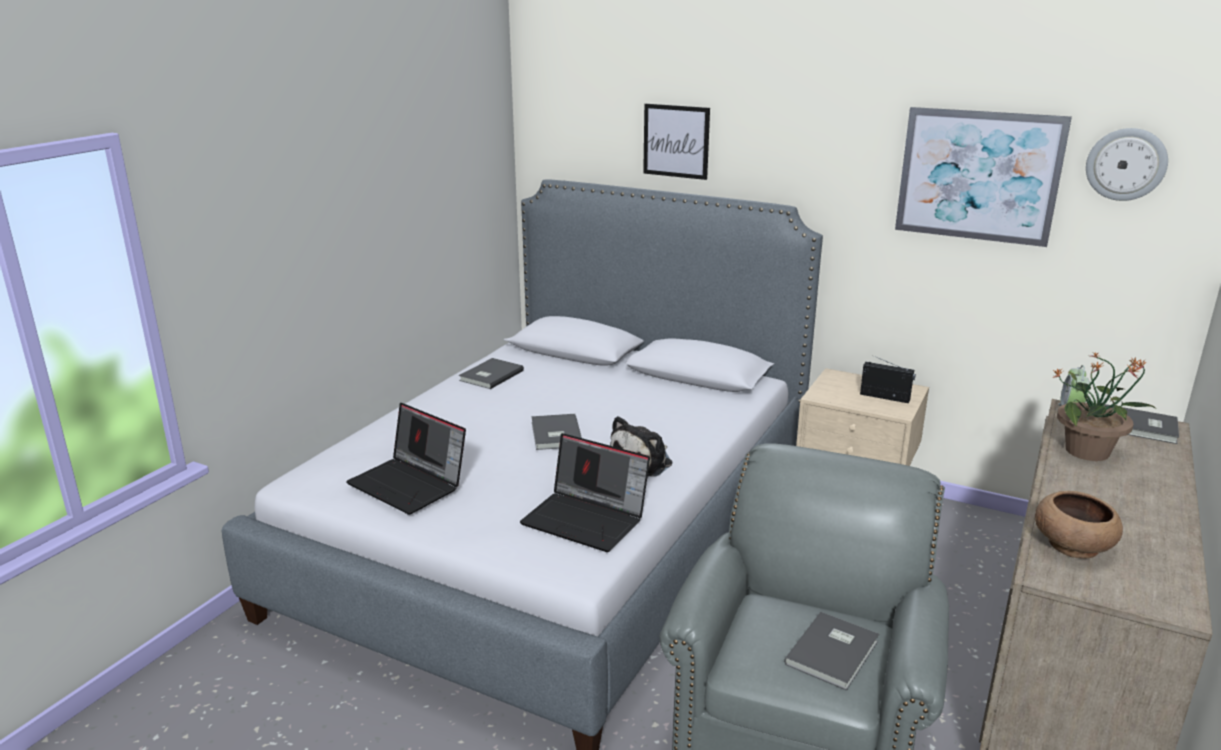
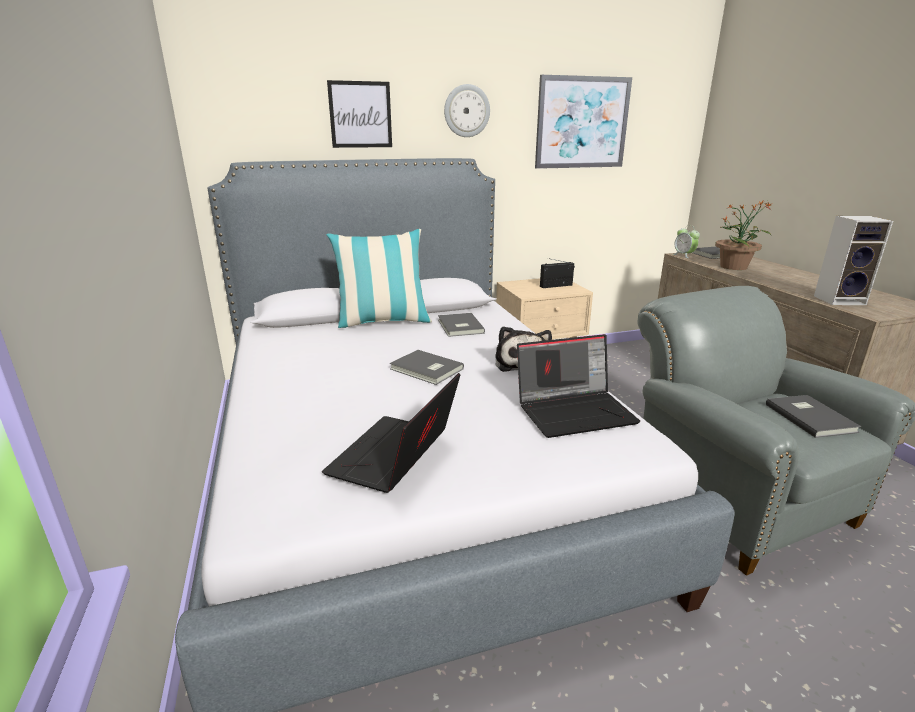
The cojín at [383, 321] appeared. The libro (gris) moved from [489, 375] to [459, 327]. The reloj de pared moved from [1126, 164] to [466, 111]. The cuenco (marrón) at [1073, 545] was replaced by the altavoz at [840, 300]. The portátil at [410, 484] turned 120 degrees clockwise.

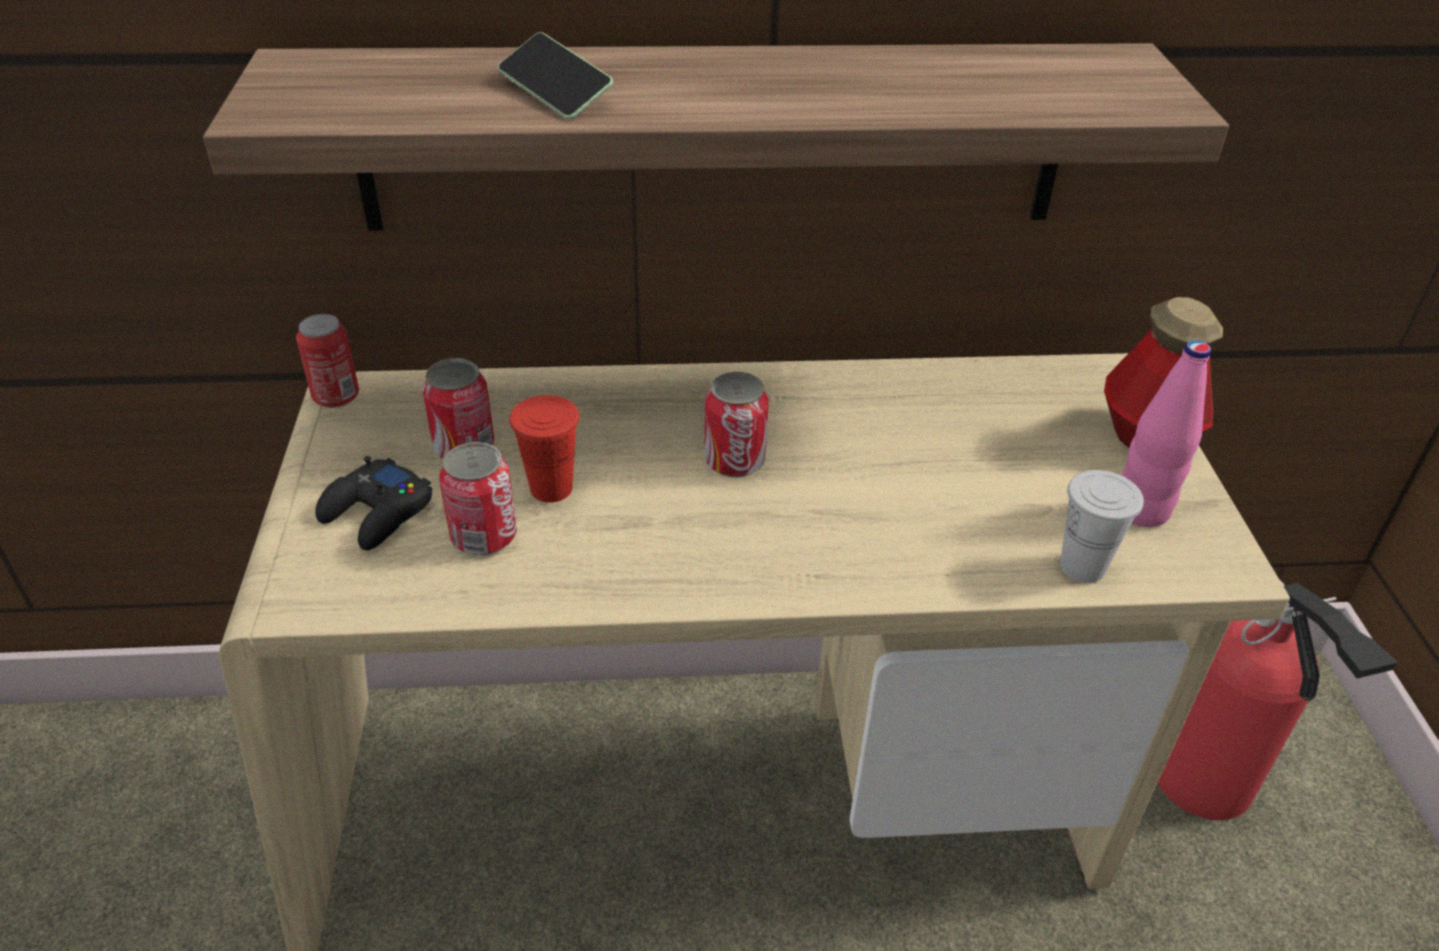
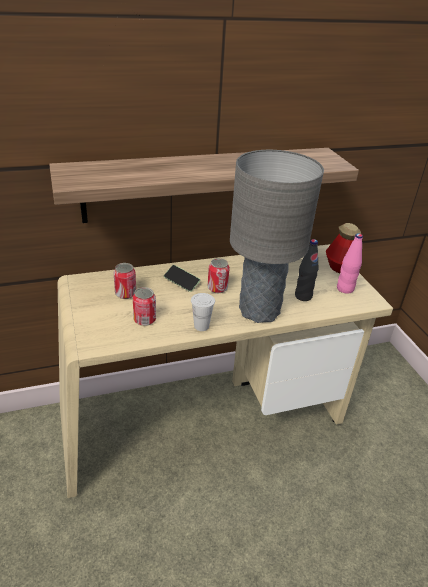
The lata at [336, 396] disappeared. The mando de consola (negro) at [377, 513] disappeared. The taza (rojo) at [551, 488] disappeared. The extintor at [1209, 788] disappeared. The lámpara de mesa (gris) at [258, 310] appeared. The botella (negro) at [303, 296] appeared. The móvil moved from [555, 93] to [181, 282]. The taza (blanco) moved from [1082, 567] to [201, 326].

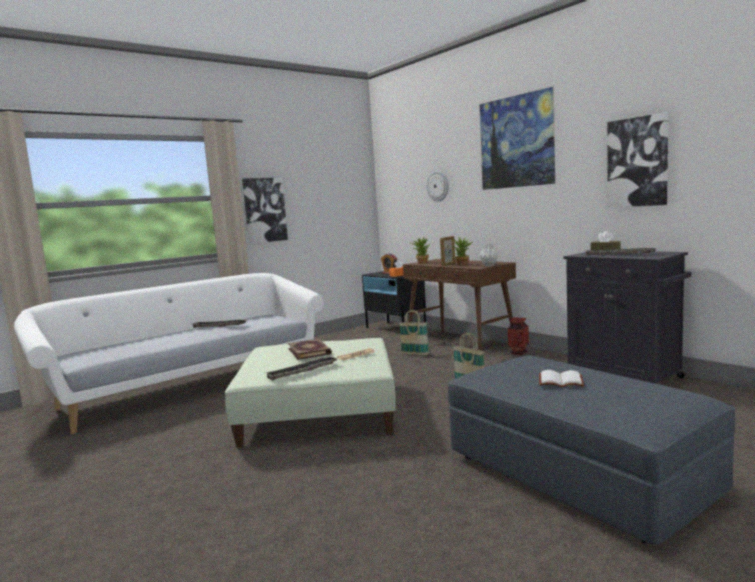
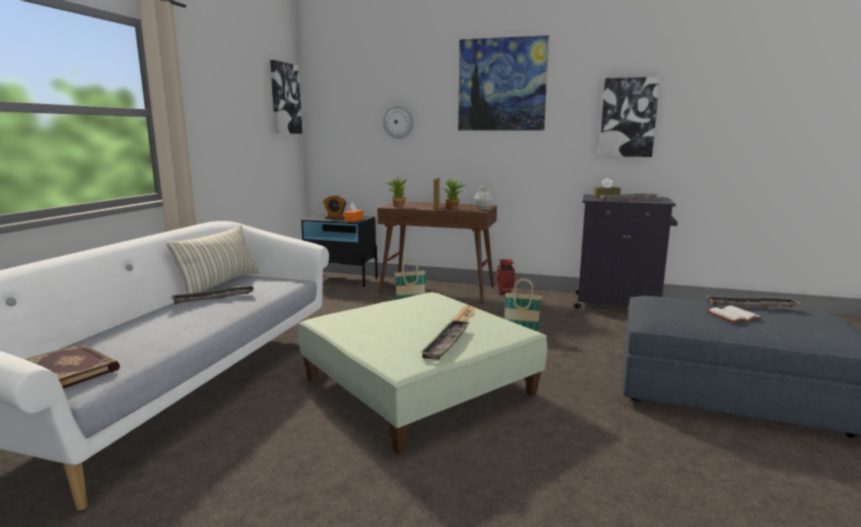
The cojín at [220, 284] appeared. The bandeja at [750, 306] appeared. The cuadro moved from [264, 210] to [285, 98]. The libro moved from [310, 351] to [73, 369].

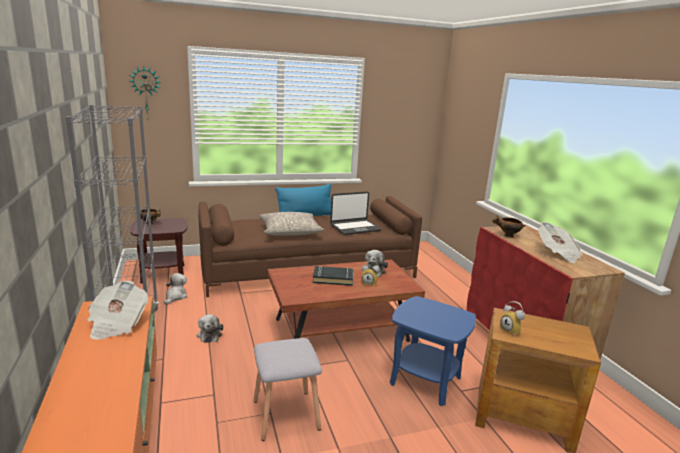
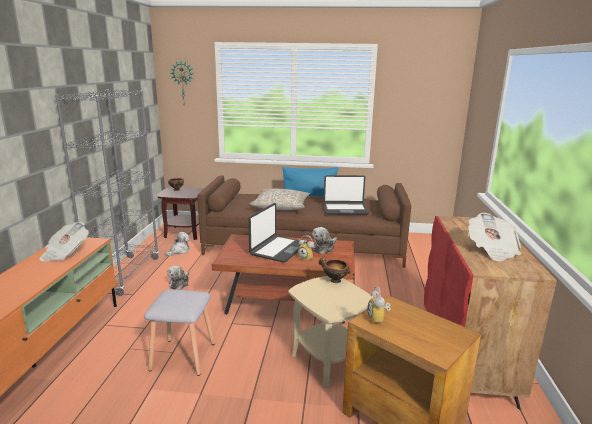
The cuenco moved from [507, 236] to [334, 280]. The libro (negro) at [333, 278] was replaced by the portátil at [278, 249]. The mesa auxiliar (azul) at [425, 380] became the mesa auxiliar (beis) at [329, 360].

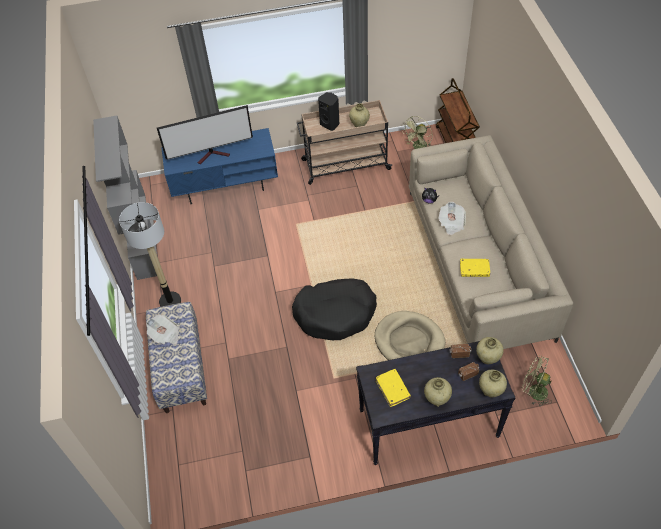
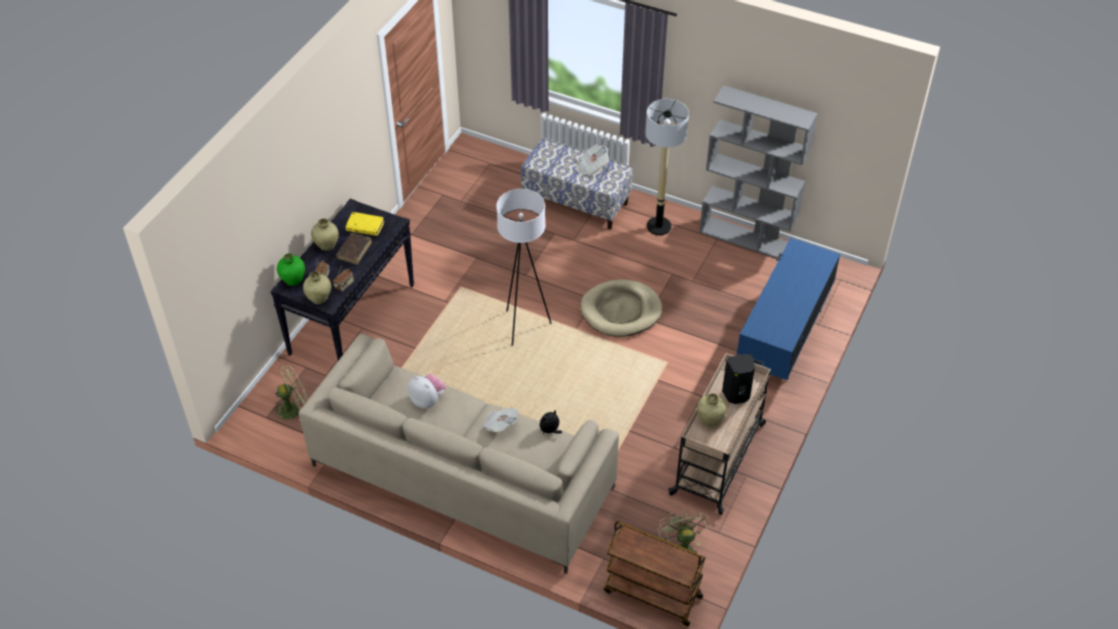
The televisor at [213, 155] disappeared. The libro (marrón) at [354, 251] appeared. The cama para perro (beis) moved from [409, 341] to [621, 311]. The cama para perro (negro) at [335, 313] was replaced by the lámpara de pie (blanco) at [524, 326]. The libro (amarillo) at [474, 270] was replaced by the peluche at [427, 400]. The florero (beis) at [490, 391] became the florero (verde) at [293, 280].

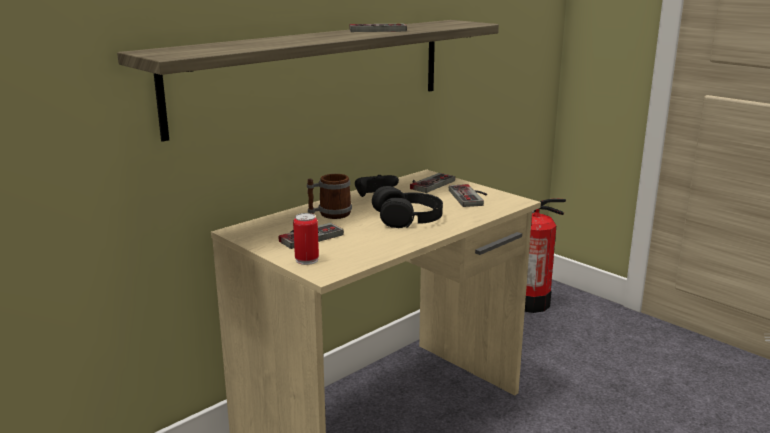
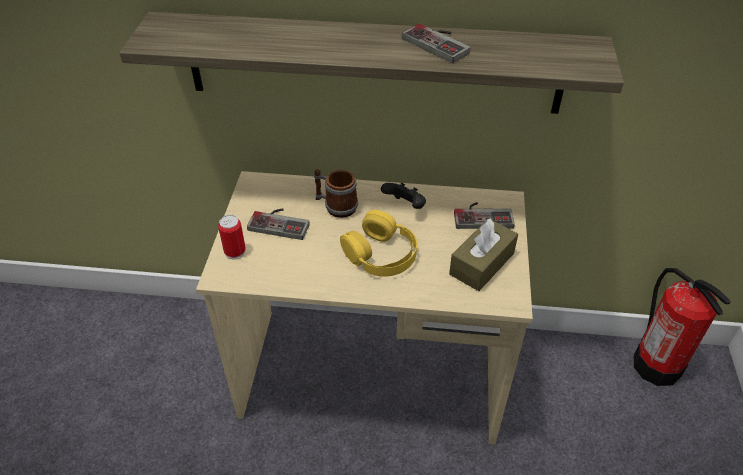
The mando de consola at [471, 197] was replaced by the caja de pañuelos (marrón) at [482, 264]. The auriculares (negro) at [408, 218] became the auriculares (amarillo) at [381, 254].

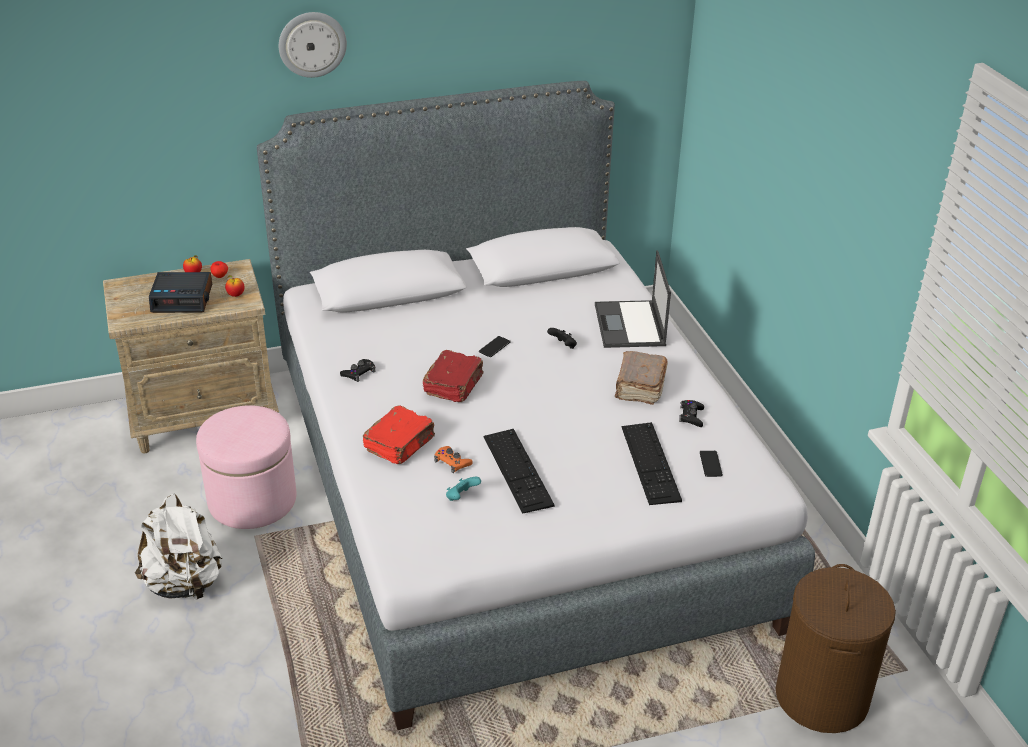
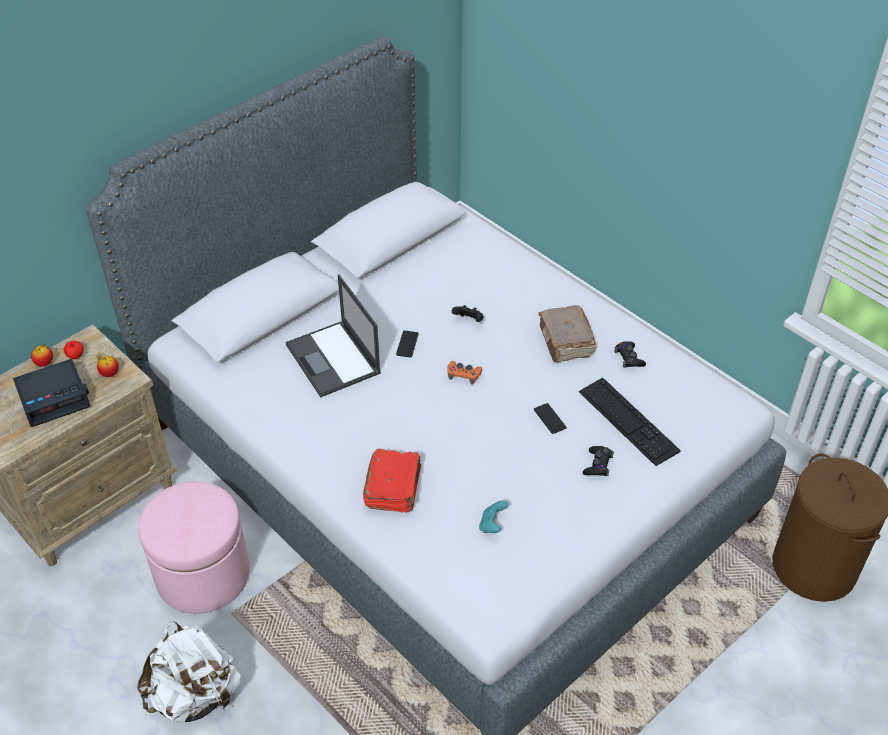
The reloj de pared at [312, 44] disappeared. The libro (rojo) at [454, 385] disappeared. The teclado at [517, 470] disappeared. The mando de consola (negro) moved from [358, 373] to [598, 464]. The mando de consola (naranja) moved from [452, 462] to [463, 374]. The portátil moved from [630, 325] to [334, 359]. The móvil moved from [710, 464] to [550, 419].

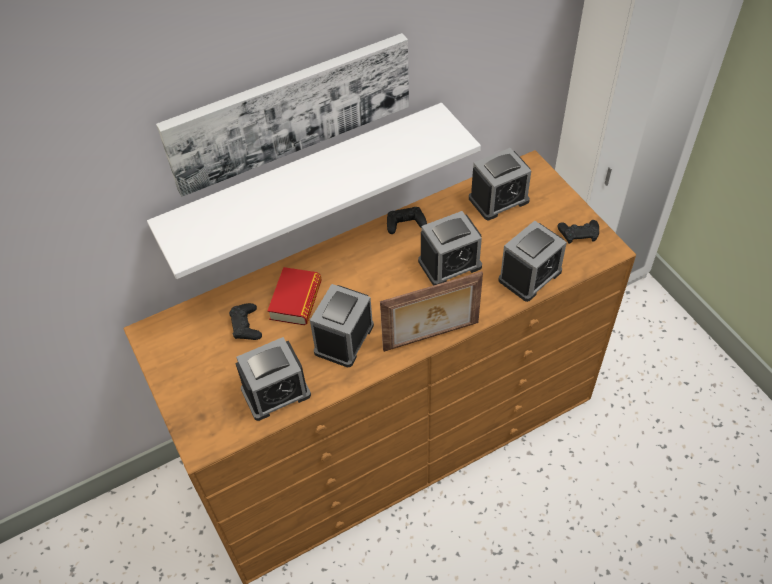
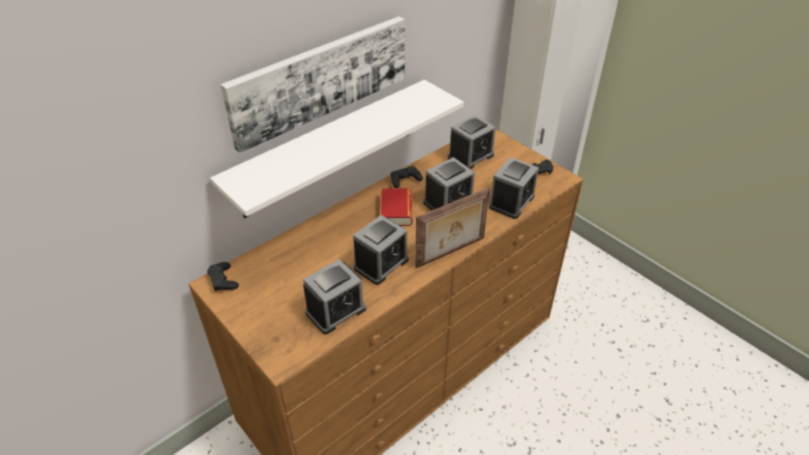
The mando de consola (negro) moved from [246, 326] to [223, 280]. The libro moved from [296, 300] to [396, 211]. The despertador at [344, 339] turned 150 degrees counterclockwise.

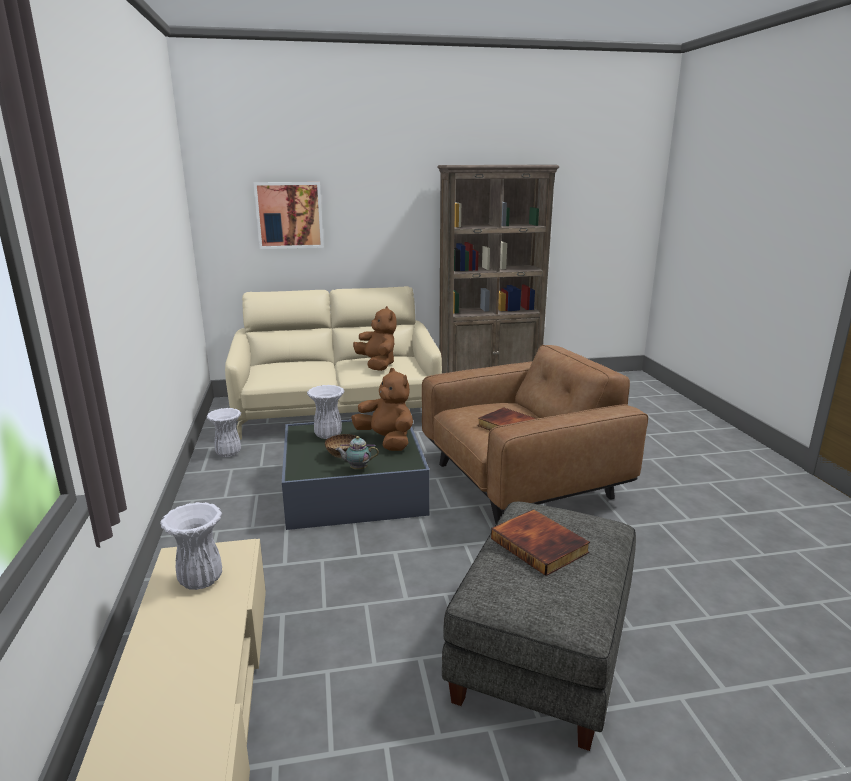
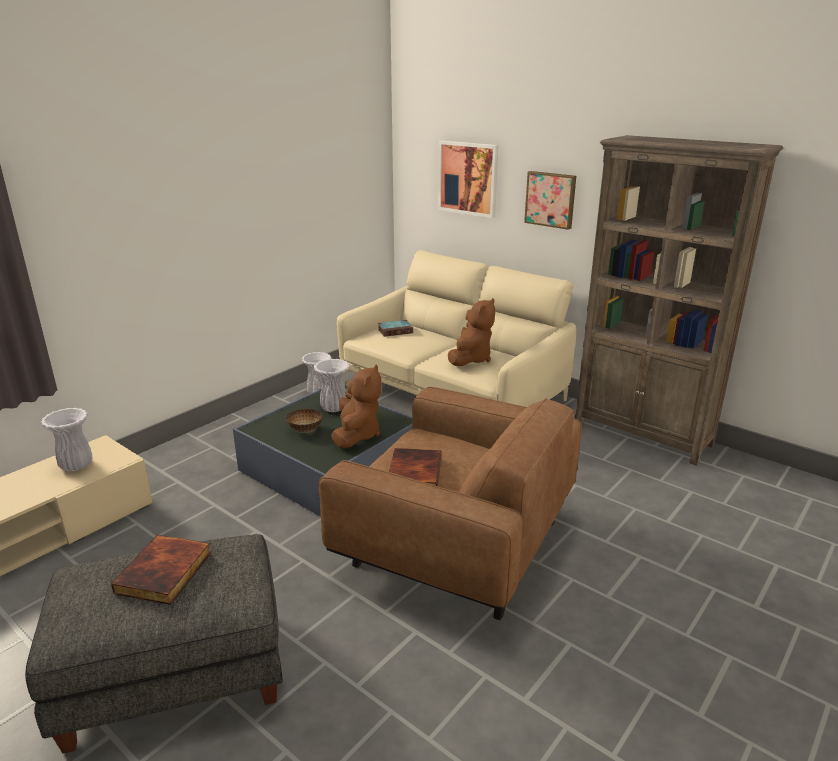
The tetera at [357, 469] disappeared. The libro at [396, 331] appeared. The cuadro at [551, 199] appeared.

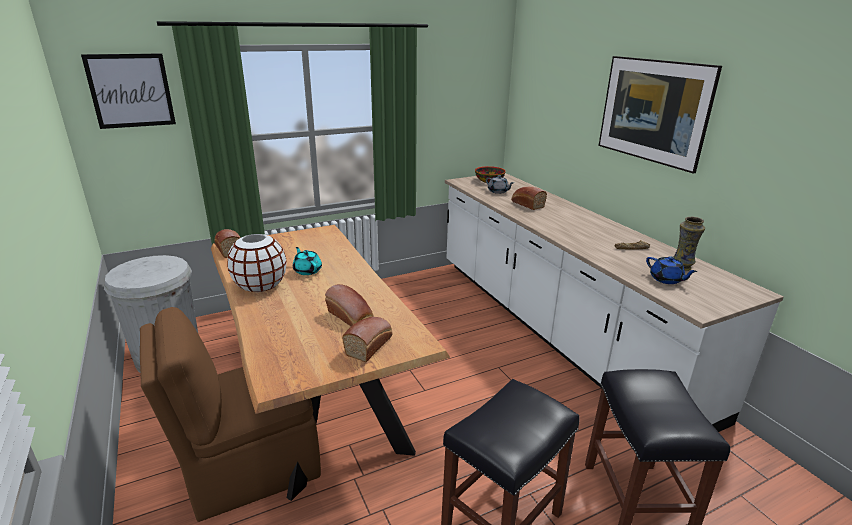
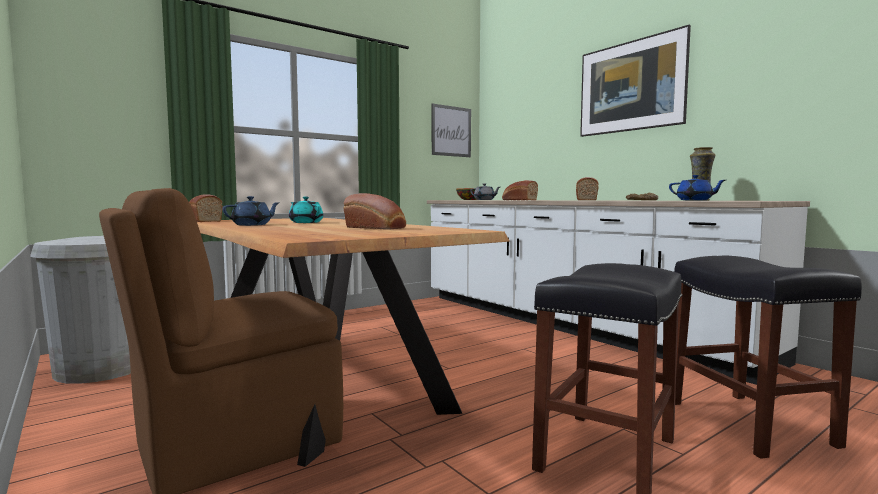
The cuadro moved from [131, 91] to [451, 131]. The pan moved from [370, 345] to [586, 200]. The florero (blanco) at [260, 286] was replaced by the tetera (azul) at [252, 225].

